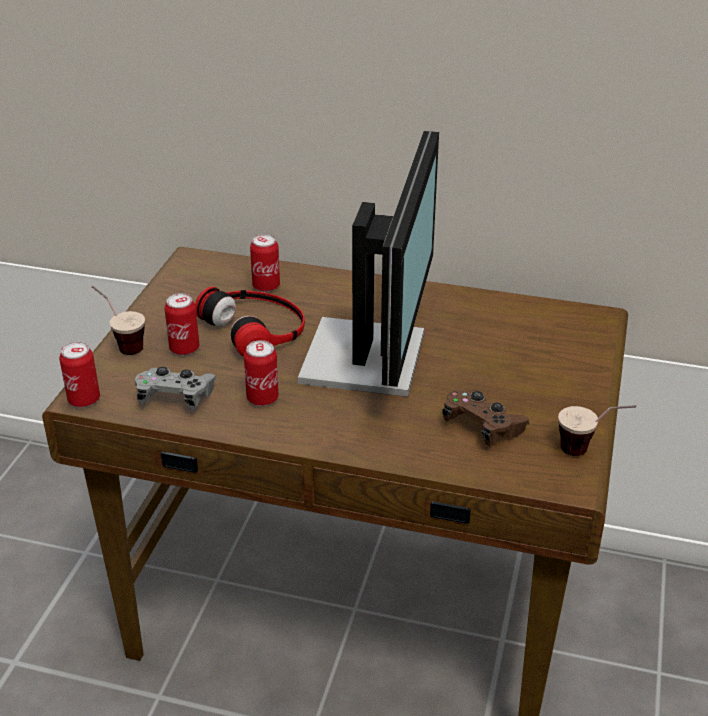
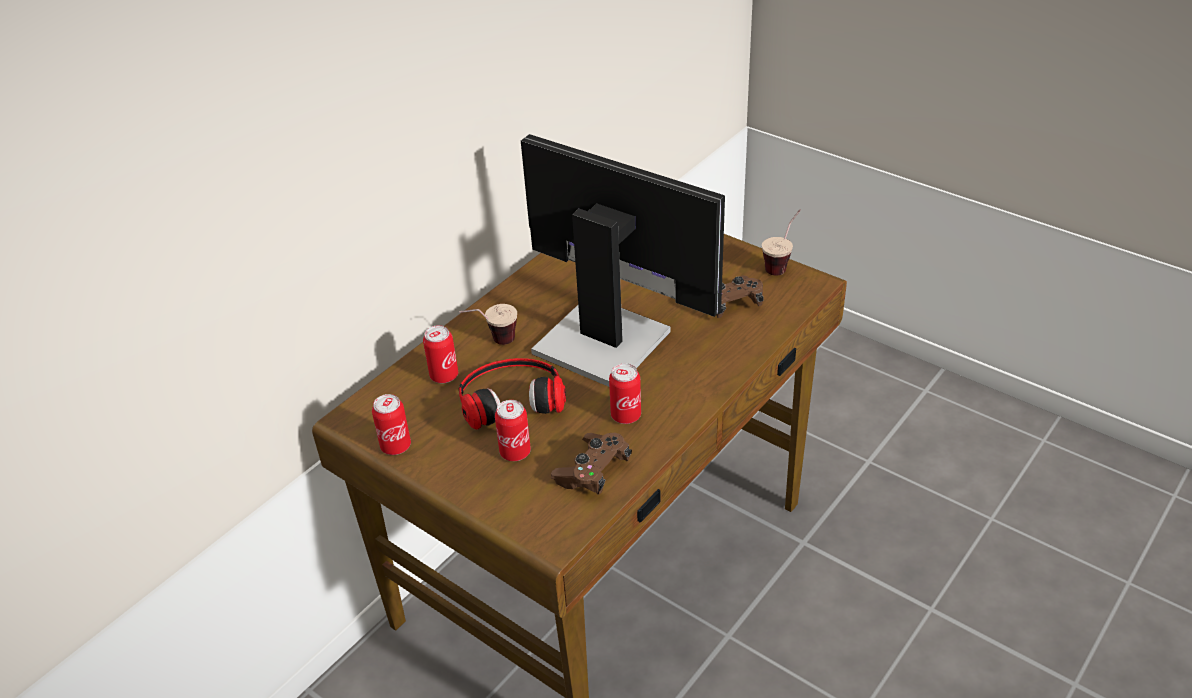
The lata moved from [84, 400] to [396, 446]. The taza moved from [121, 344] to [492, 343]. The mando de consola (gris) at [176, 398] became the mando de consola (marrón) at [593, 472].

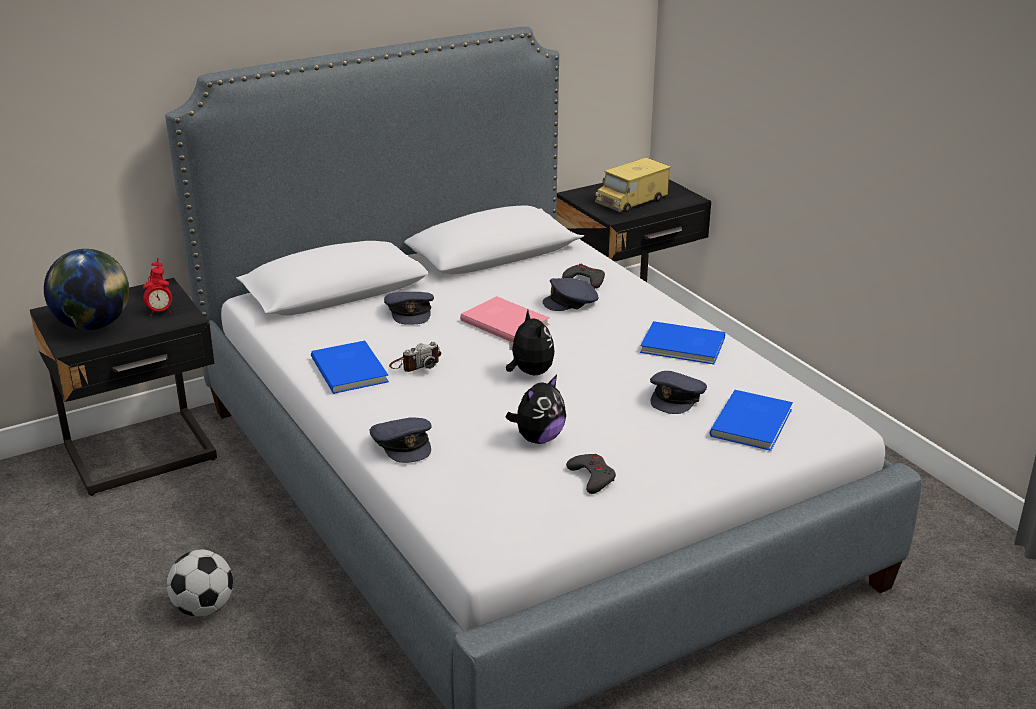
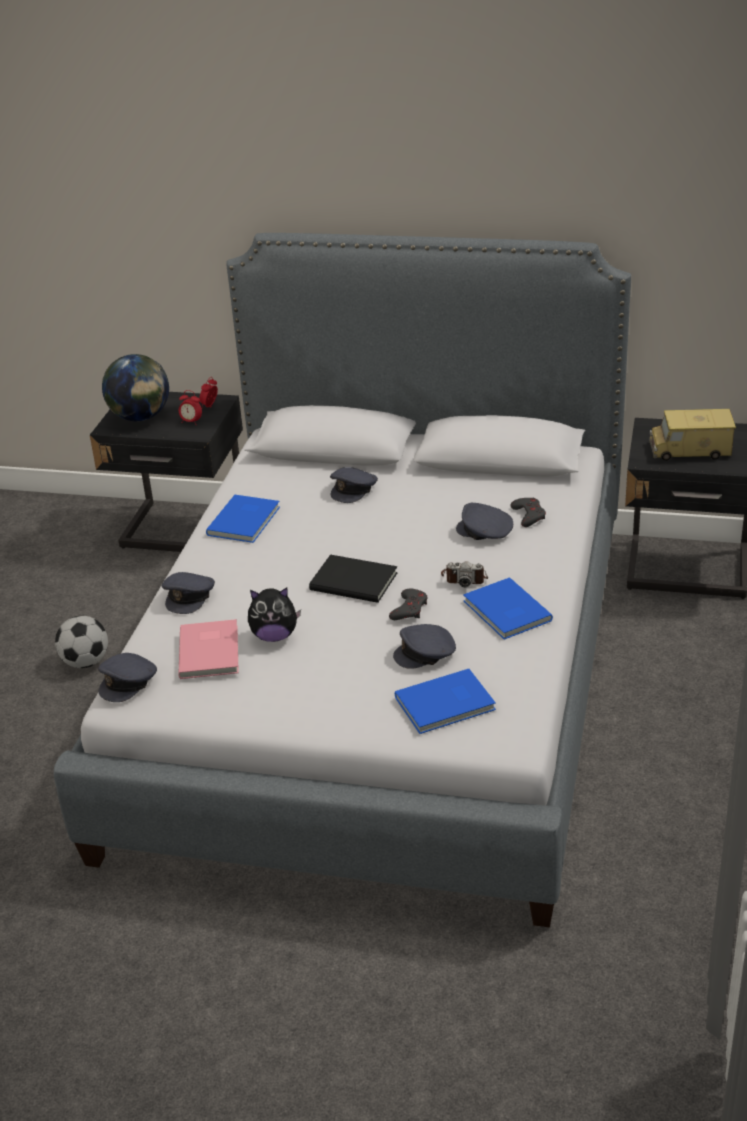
The gorra (gris) at [128, 682] appeared. The cámara moved from [415, 364] to [464, 578]. The libro (rosa) moved from [505, 321] to [211, 650]. The mando de consola (gris) moved from [592, 477] to [409, 609]. The peluche at [529, 373] was replaced by the libro (negro) at [353, 580].

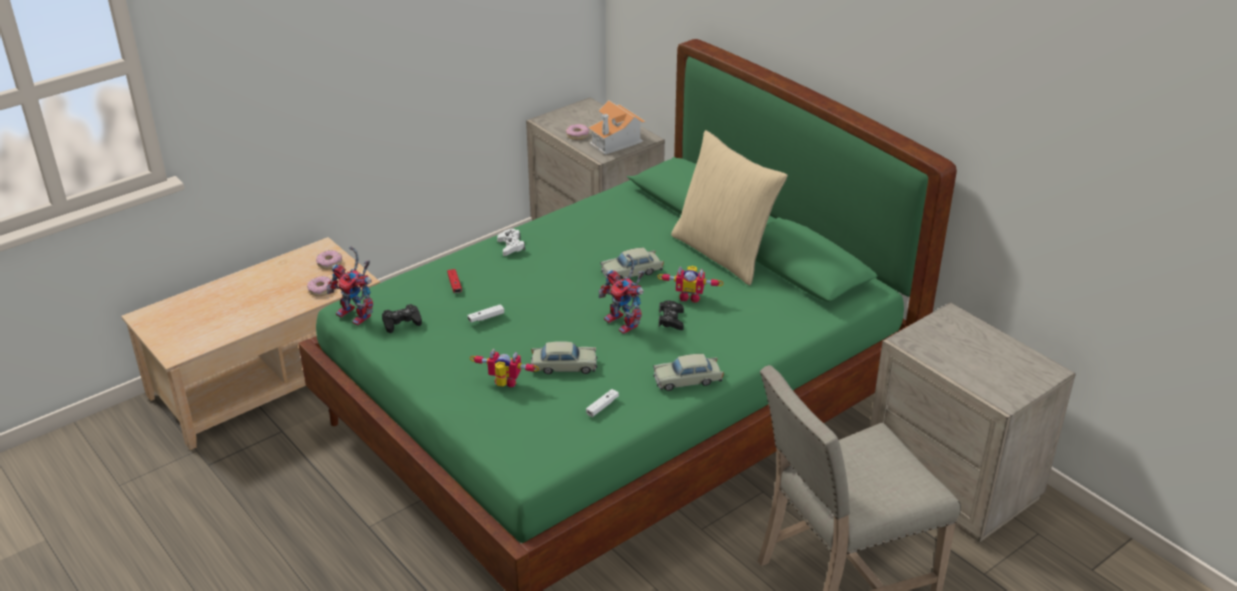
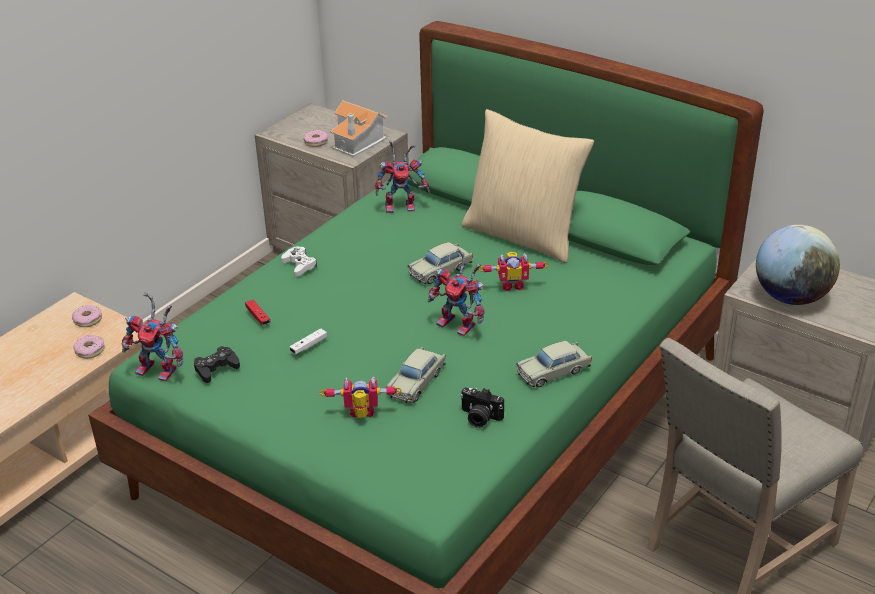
The mando de consola (negro) at [671, 320] disappeared. The robot de juguete at [402, 206] appeared. The globo terráqueo at [790, 297] appeared. The mando de consola (blanco) at [602, 406] was replaced by the cámara at [479, 418]. The coche de juguete (beis) at [564, 366] turned 135 degrees clockwise.

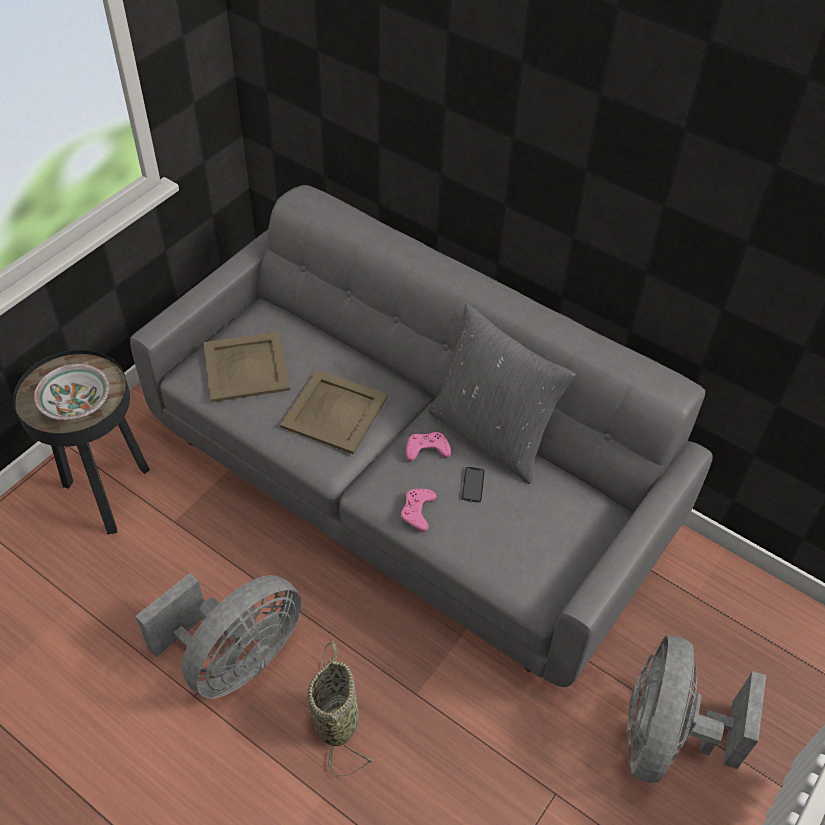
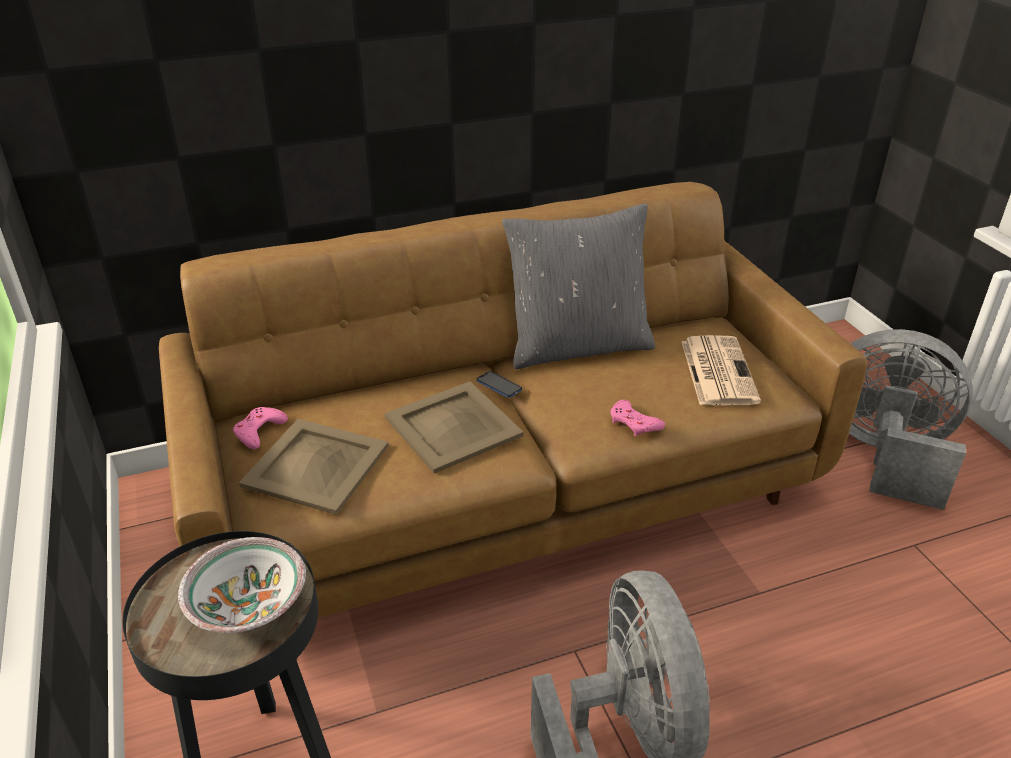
The cesta at [336, 718] disappeared. The periódico at [717, 370] appeared. The mando de consola (rosa) moved from [427, 449] to [259, 431]. The móvil moved from [473, 485] to [499, 385]. The sofá (gris) at [409, 482] became the sofá (marrón) at [506, 485]. The ventilador (gris) at [665, 736] turned 150 degrees clockwise.

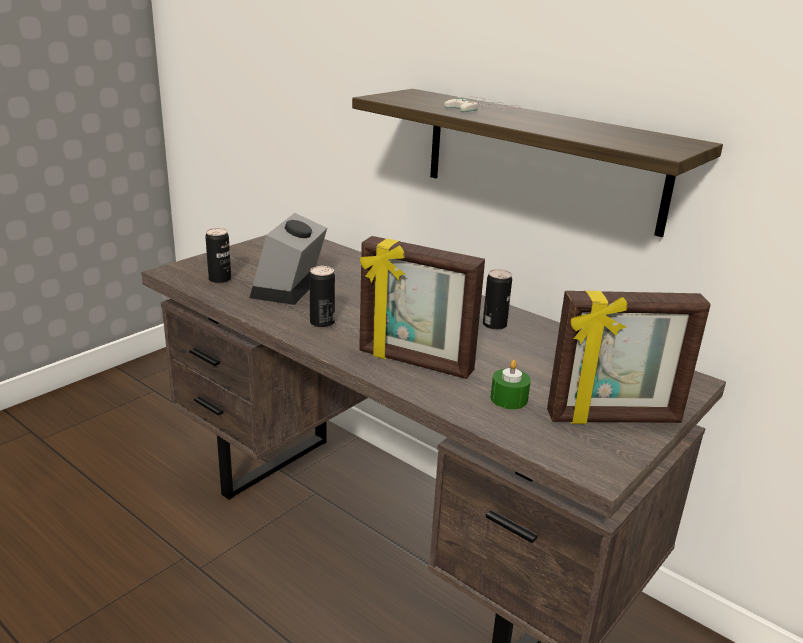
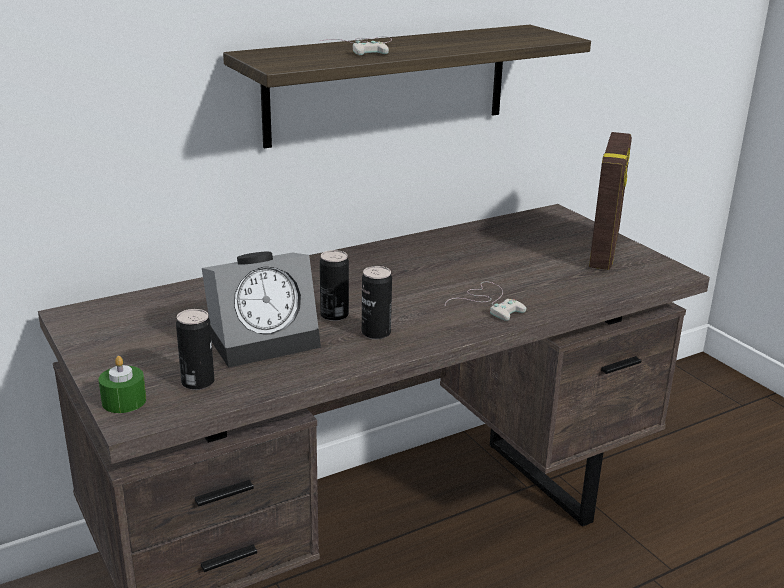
The lata moved from [494, 325] to [334, 315]. The vela (verde) moved from [509, 399] to [124, 401]. The portarretratos at [414, 362] was replaced by the mando de consola (blanco) at [489, 302]. The despertador at [289, 289] turned 60 degrees counterclockwise.

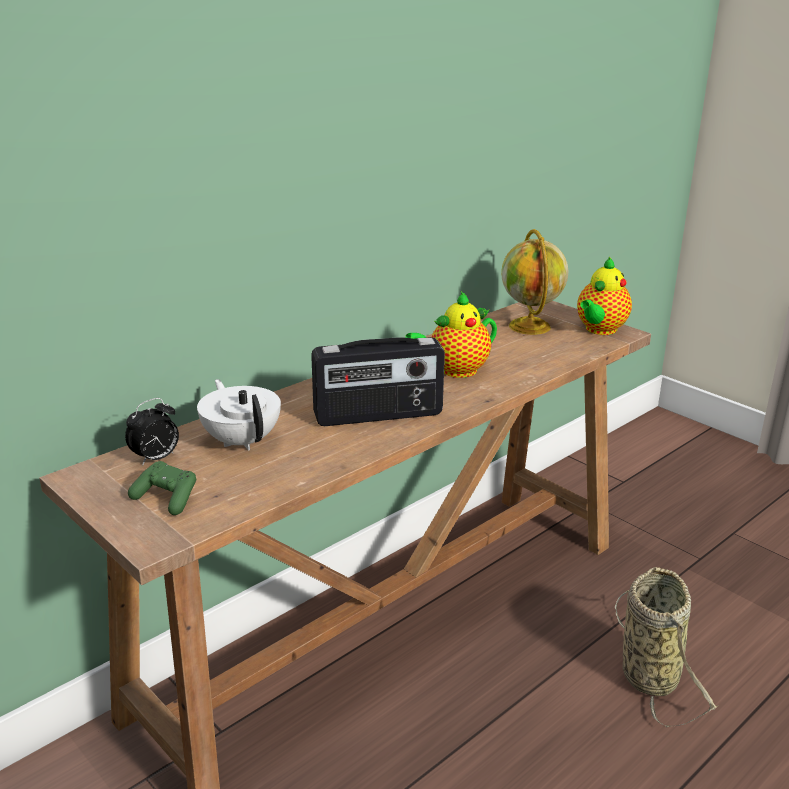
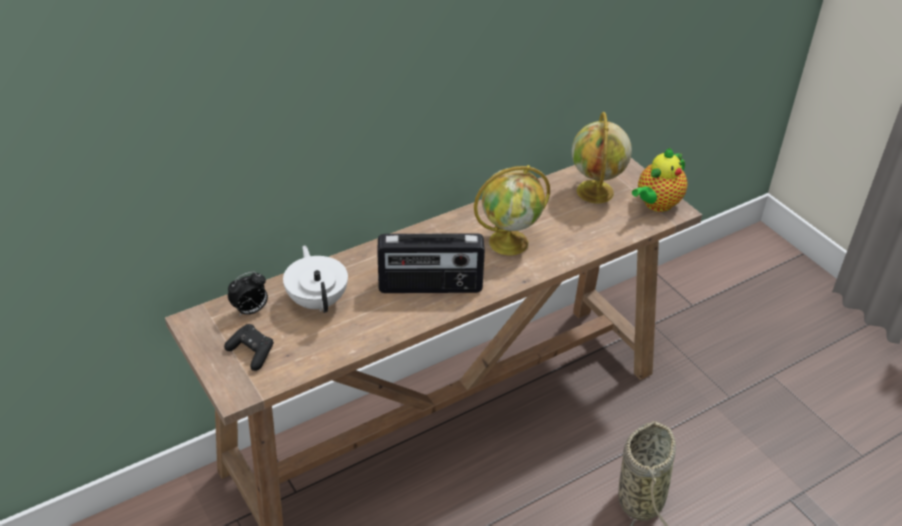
The tetera at [455, 371] was replaced by the globo terráqueo at [509, 242]. The mando de consola (verde) at [167, 498] became the mando de consola (negro) at [252, 353].

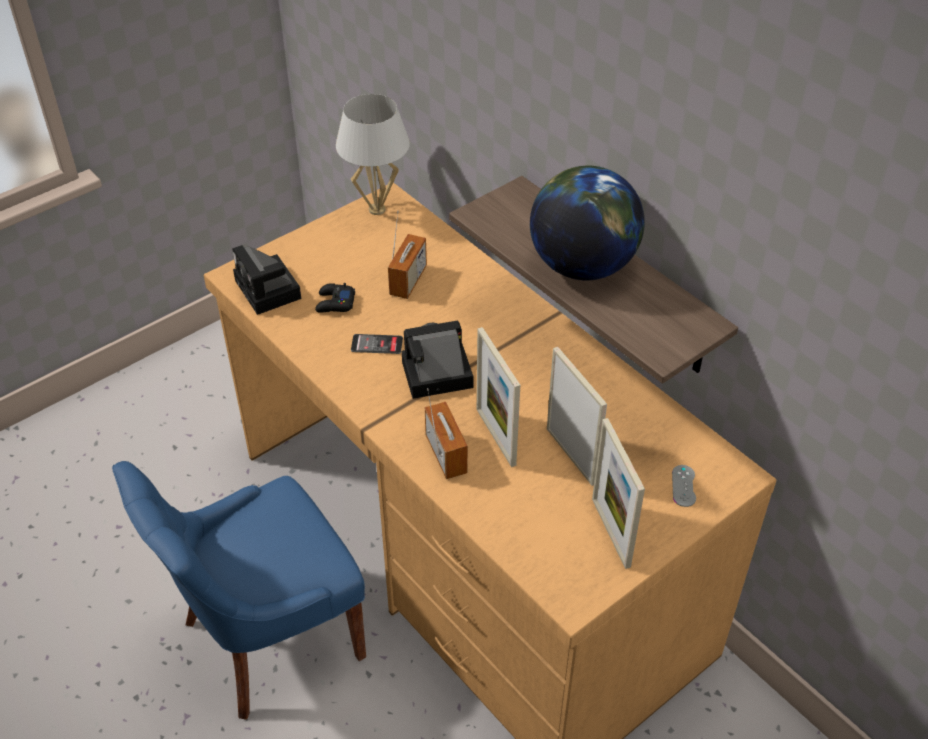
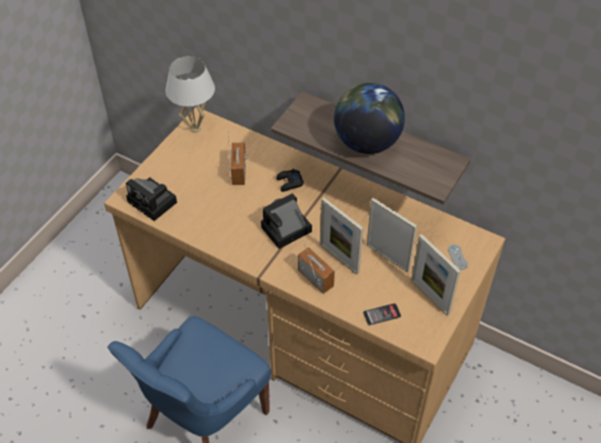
The mando de consola (negro) moved from [335, 303] to [289, 183]. The móvil moved from [377, 344] to [381, 314].

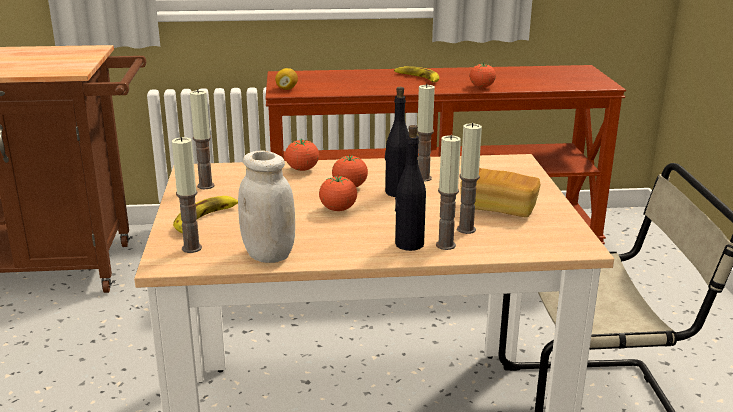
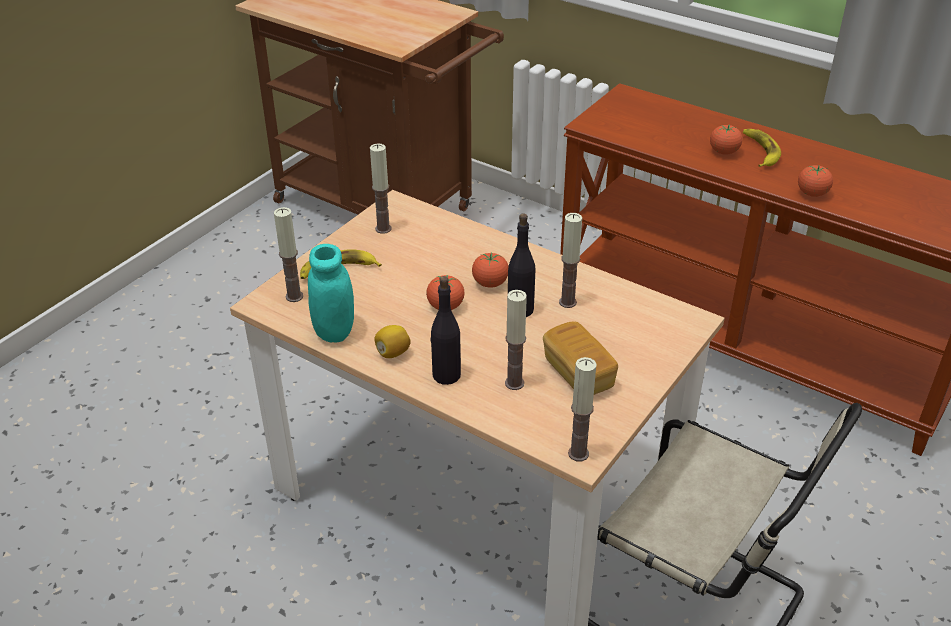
The limón moved from [287, 89] to [393, 353]. The tomate moved from [302, 169] to [723, 152]. The vela moved from [445, 245] to [578, 453]. The tarro (blanco) at [269, 255] became the tarro (turquesa) at [334, 331].

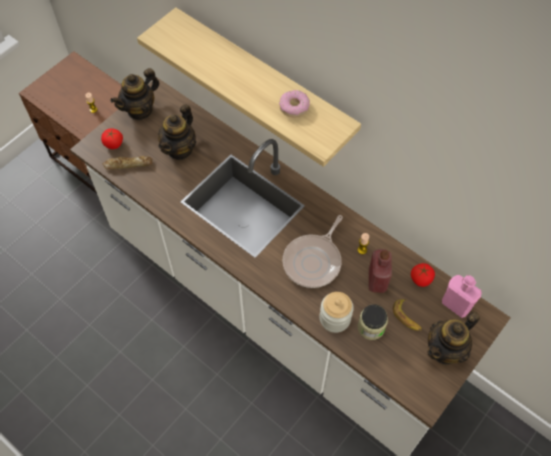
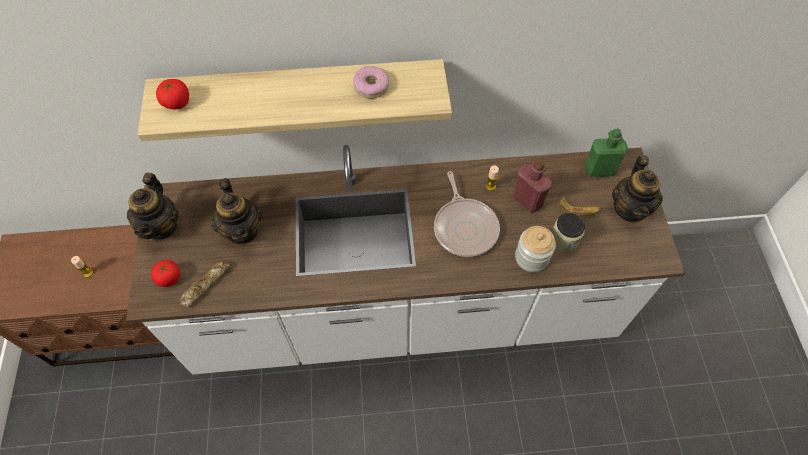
The tomate moved from [421, 279] to [177, 103]. The botella (rosa) at [456, 305] became the botella (verde) at [599, 170].

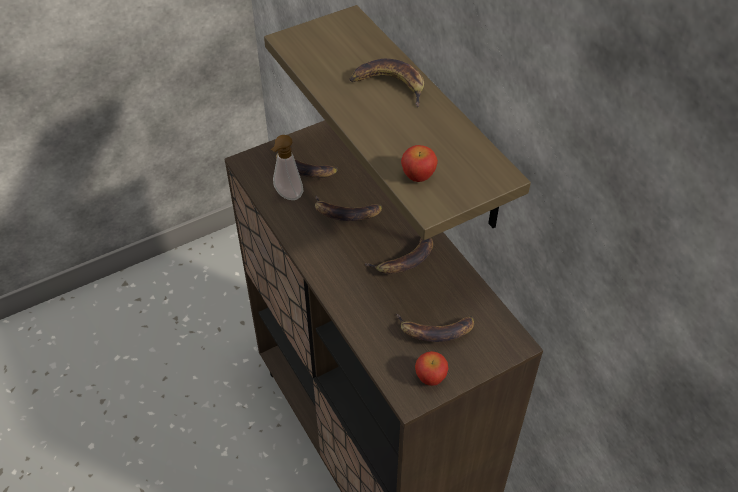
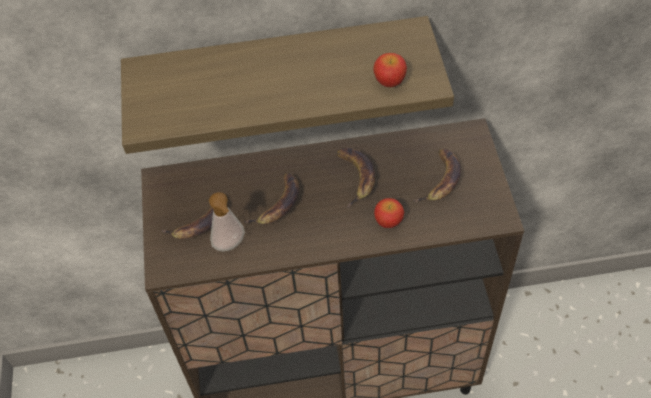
The plátano at [390, 85] disappeared. The manzana moved from [430, 377] to [388, 221].

